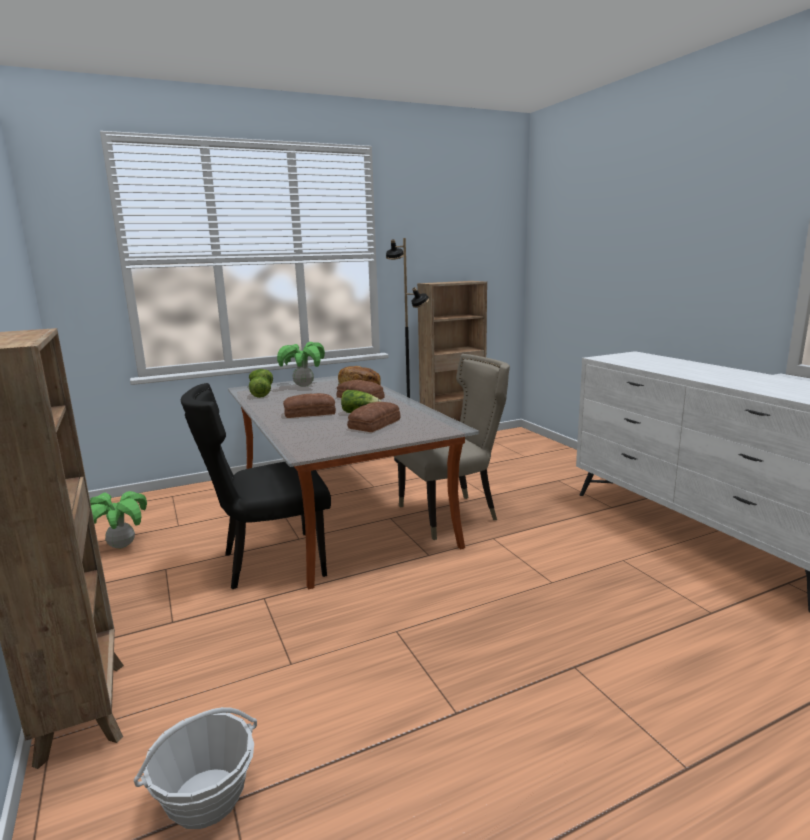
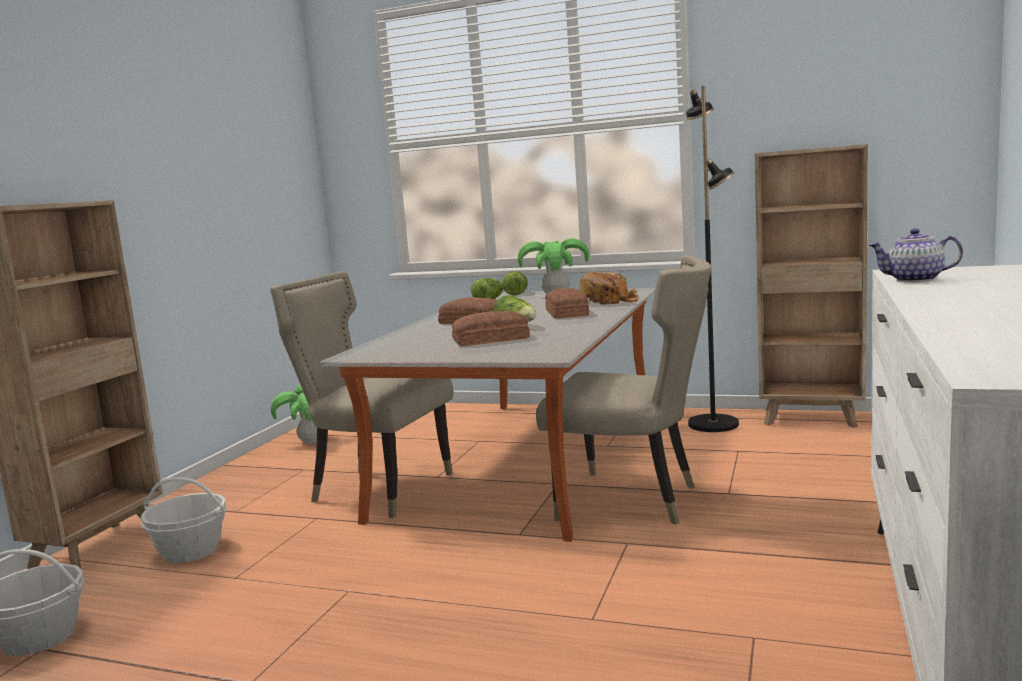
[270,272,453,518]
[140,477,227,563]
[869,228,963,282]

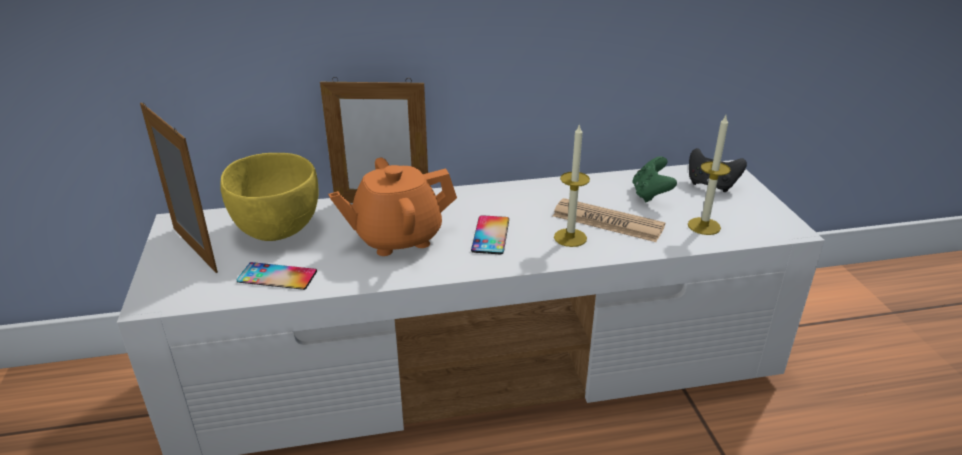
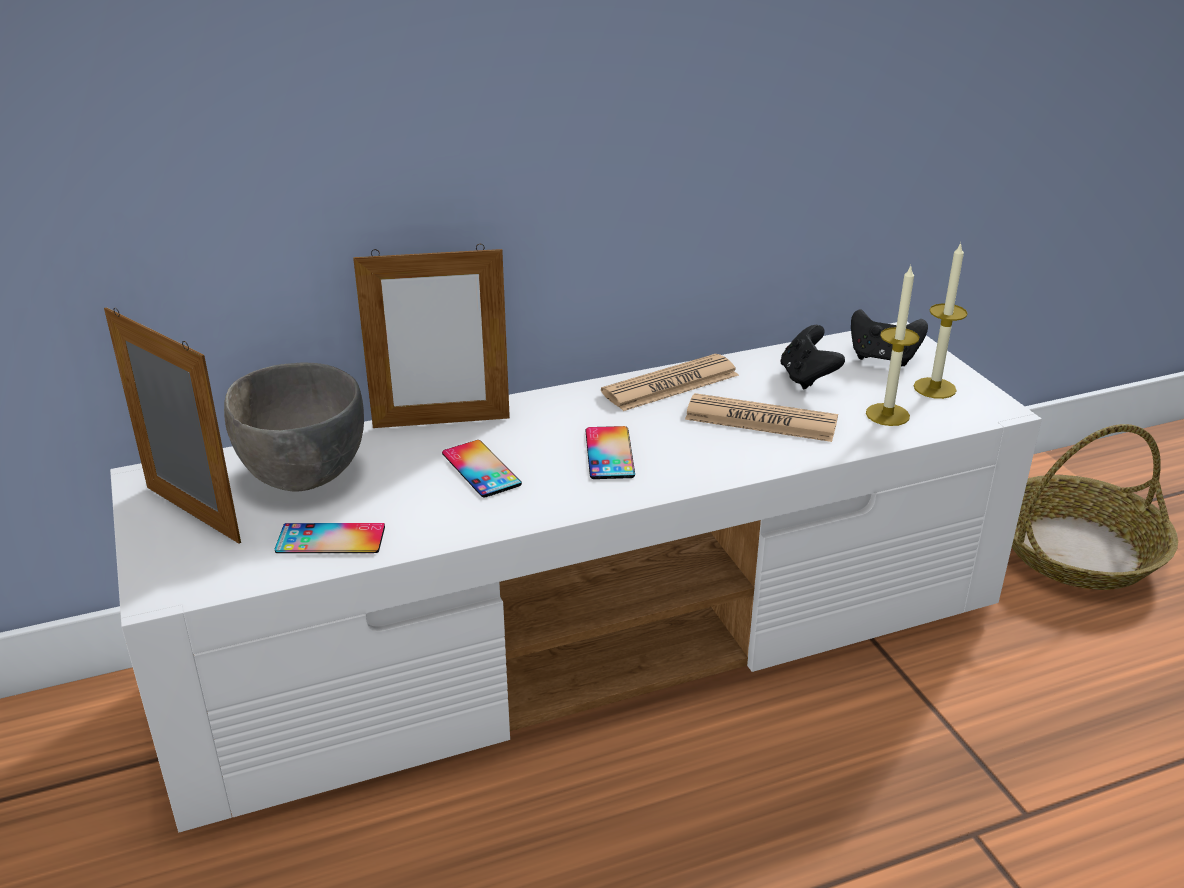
[224,363,364,492]
[442,440,522,498]
[914,242,968,399]
[781,325,845,389]
[601,354,739,411]
[1012,424,1178,590]

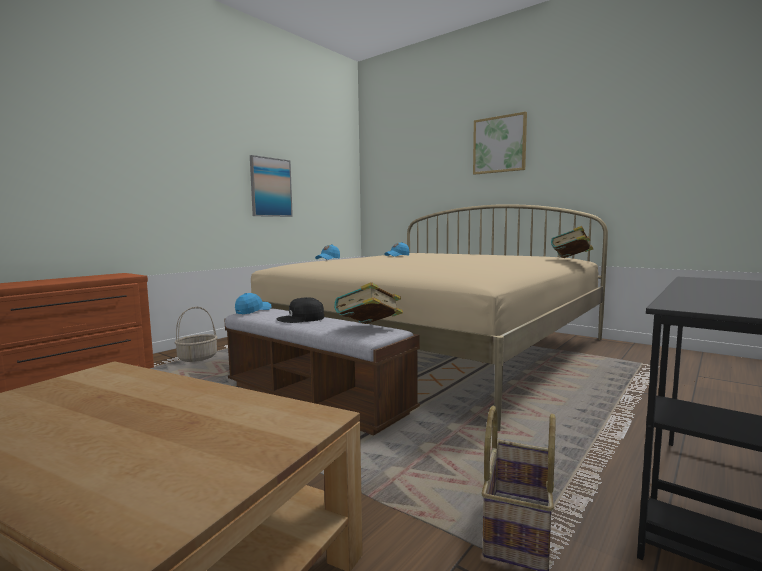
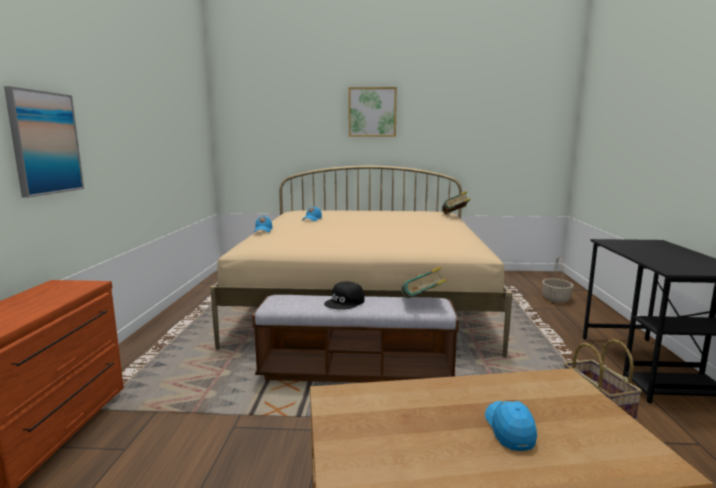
[542,257,574,303]
[485,400,537,451]
[4,86,84,198]

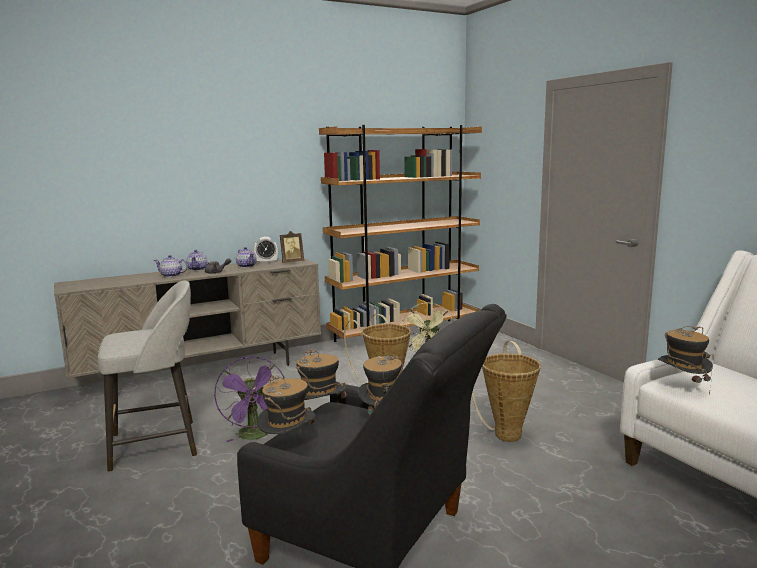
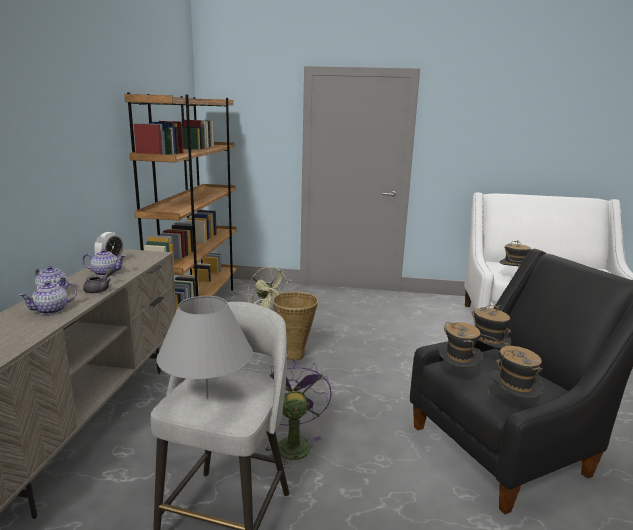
[264,359,332,468]
[280,231,304,263] (first image)
[472,341,541,442] (first image)
[157,296,253,399]

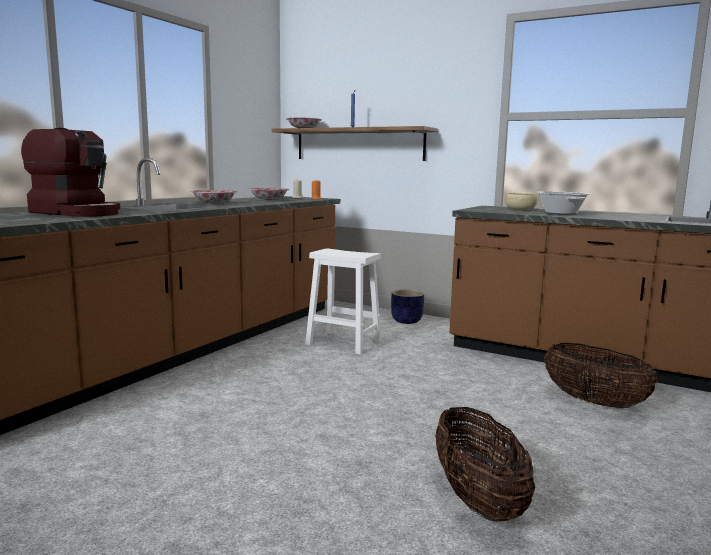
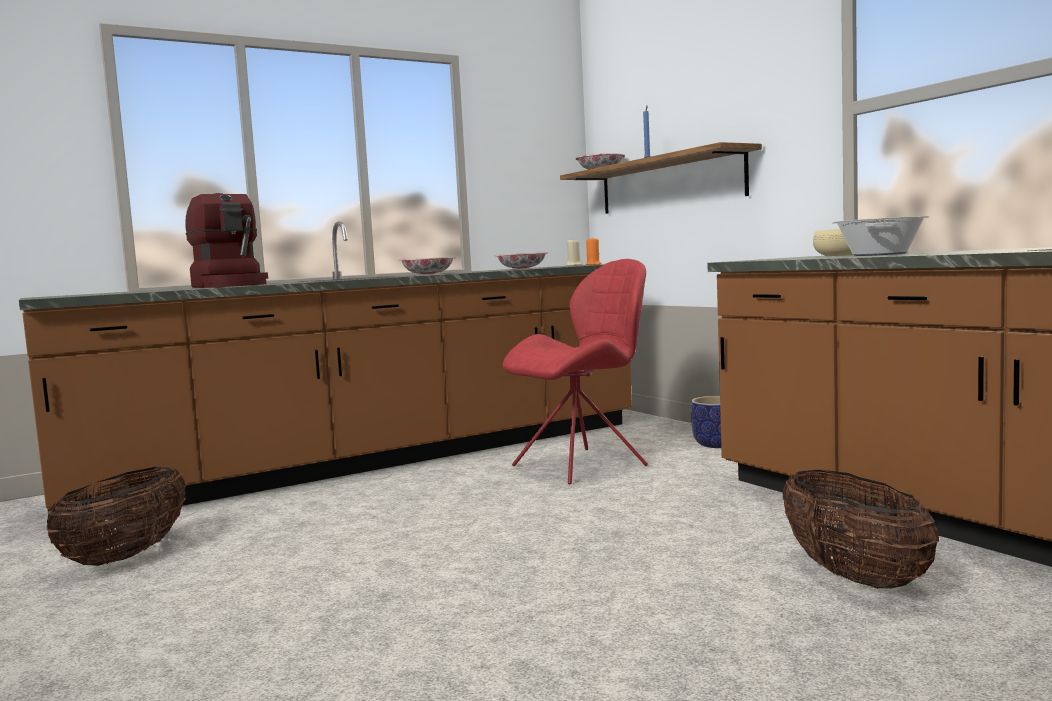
[503,259,648,485]
[46,467,186,566]

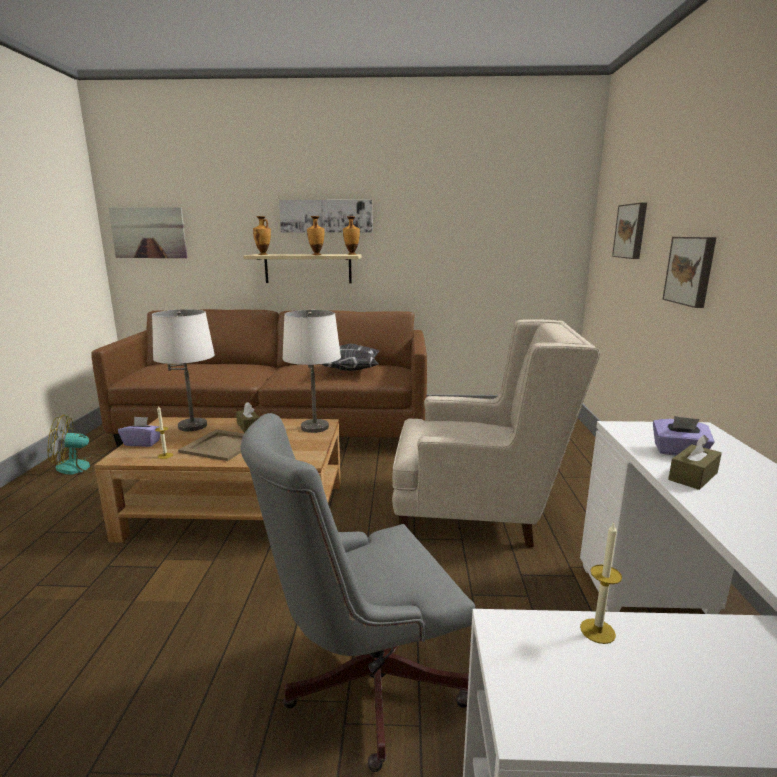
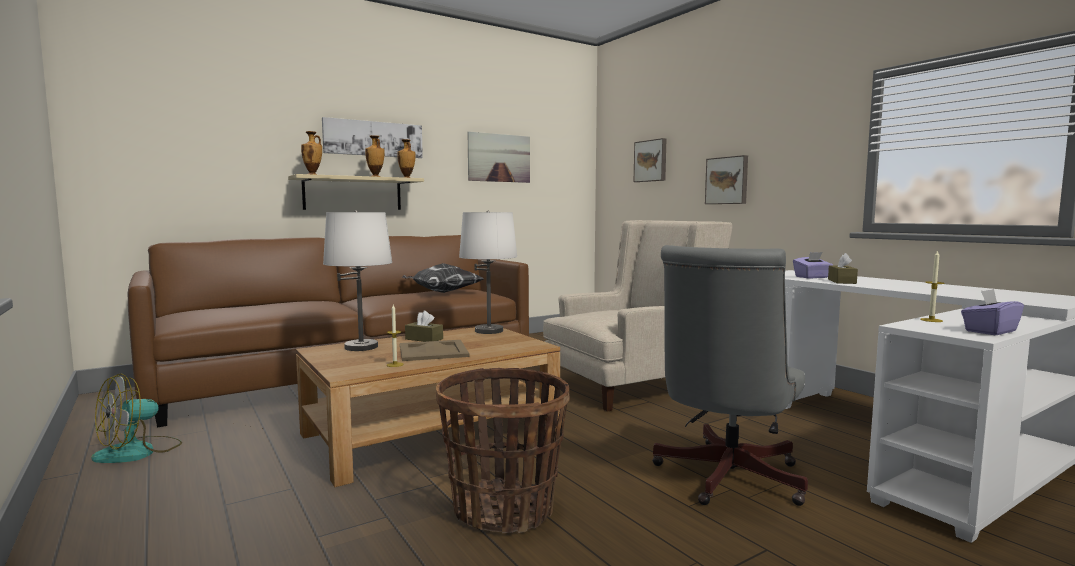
[468,132,530,183]
[961,289,1024,335]
[436,368,570,533]

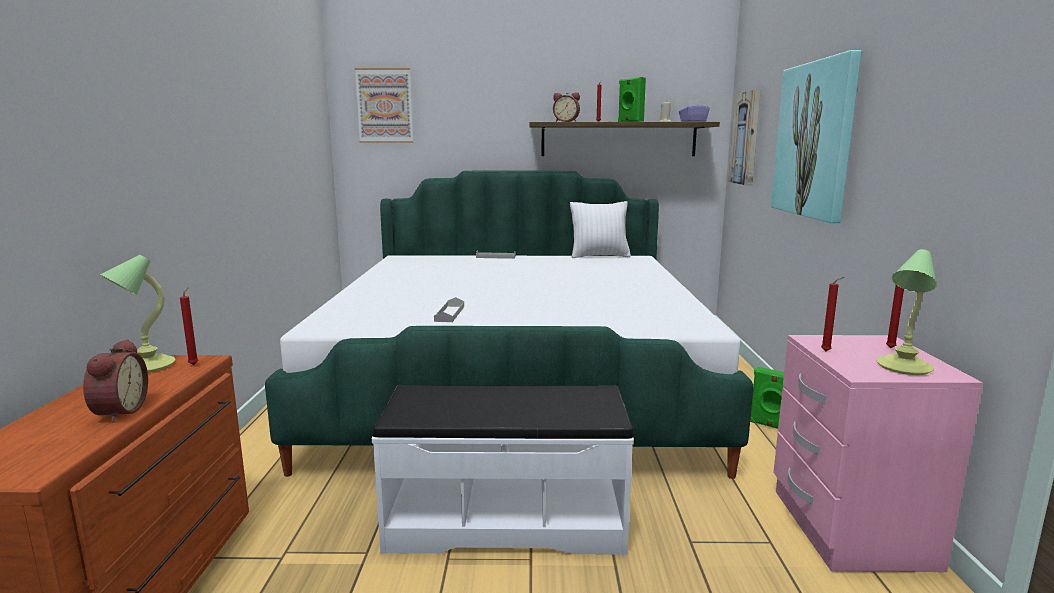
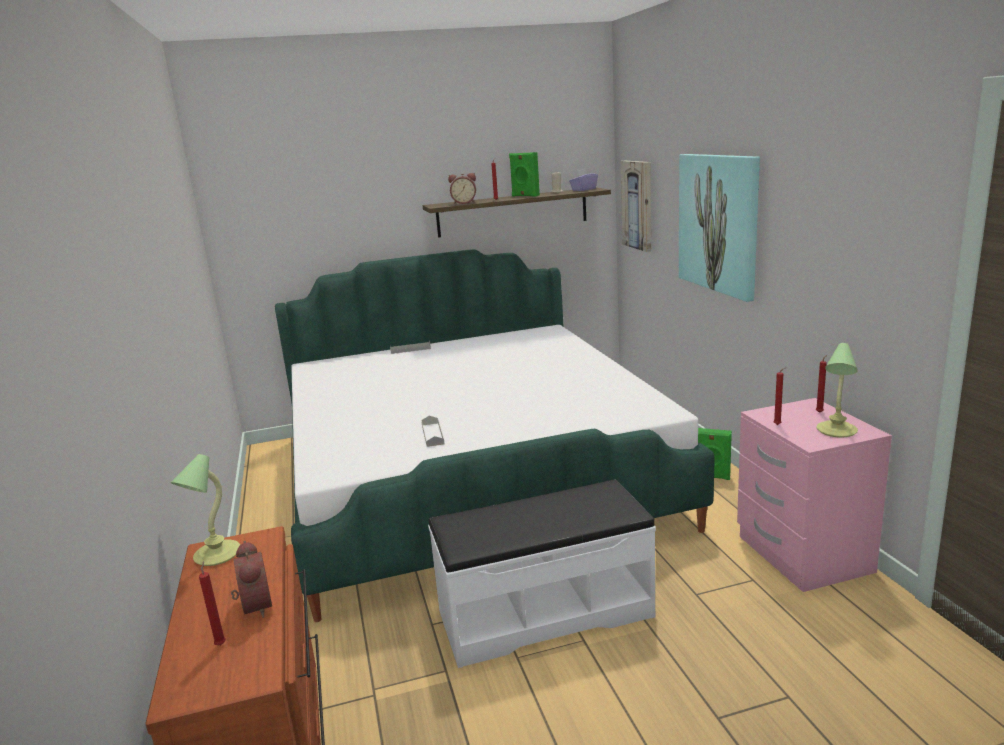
[199,561,226,645]
[355,68,413,143] (first image)
[570,201,631,258] (first image)

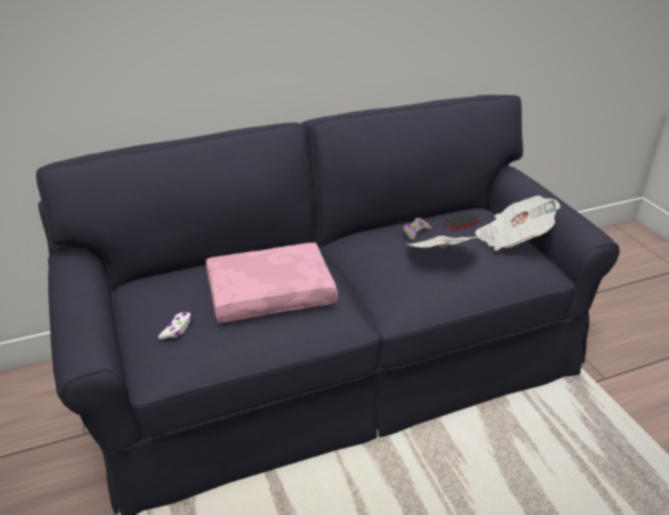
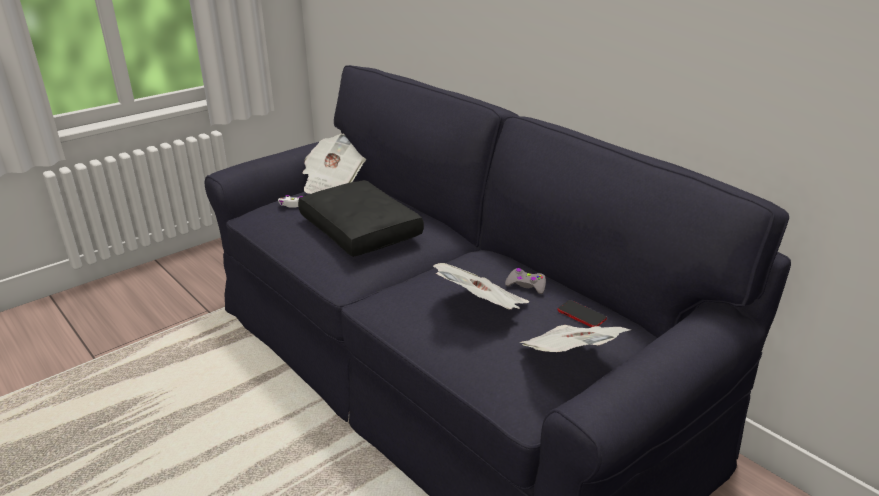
[298,180,424,257]
[302,133,366,194]

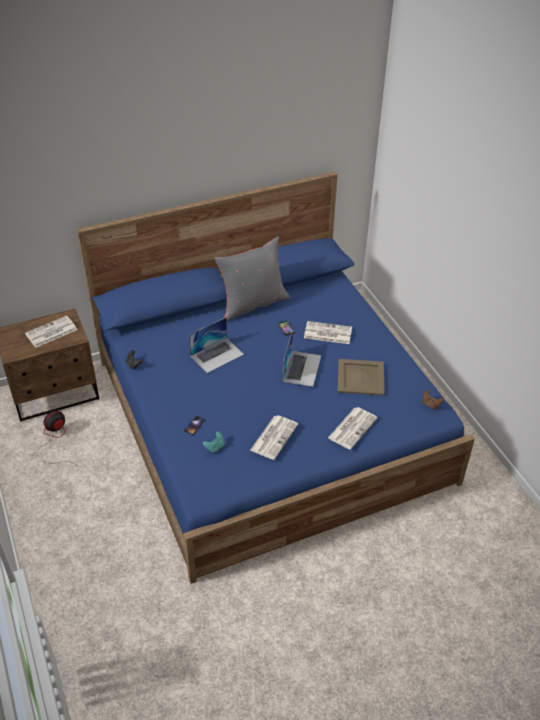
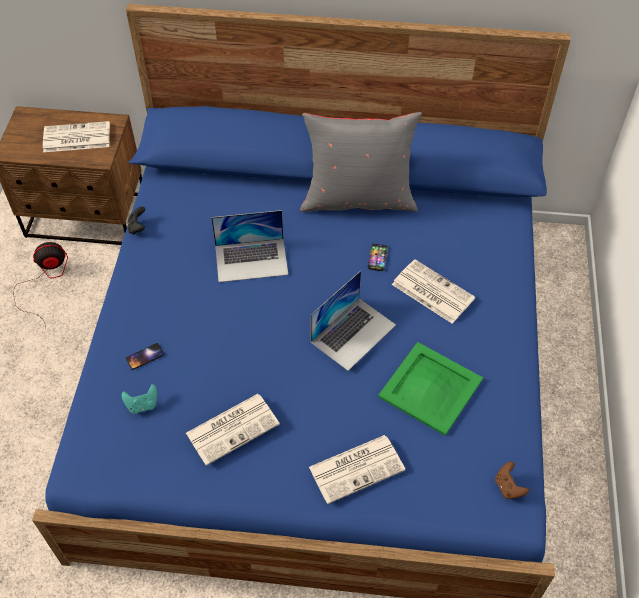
[378,342,483,435]

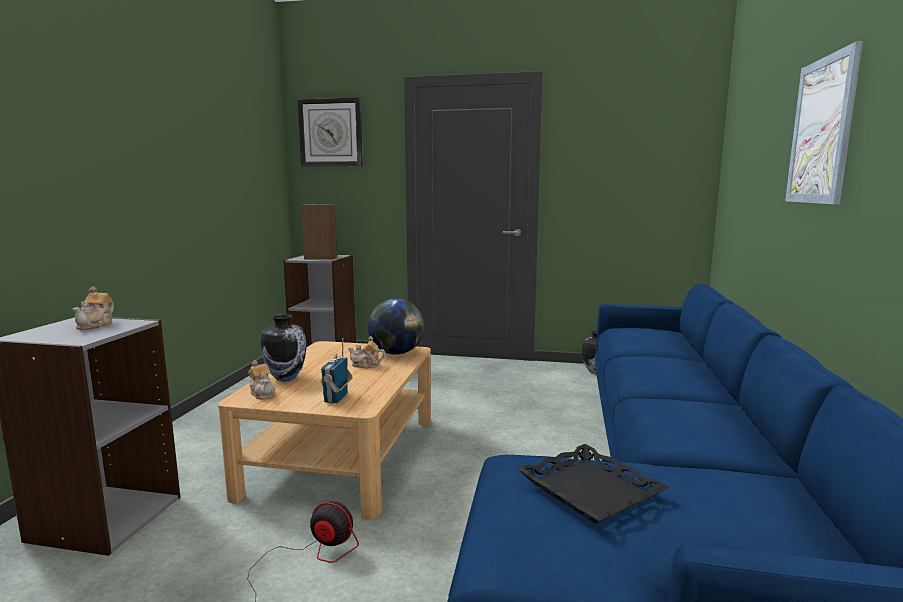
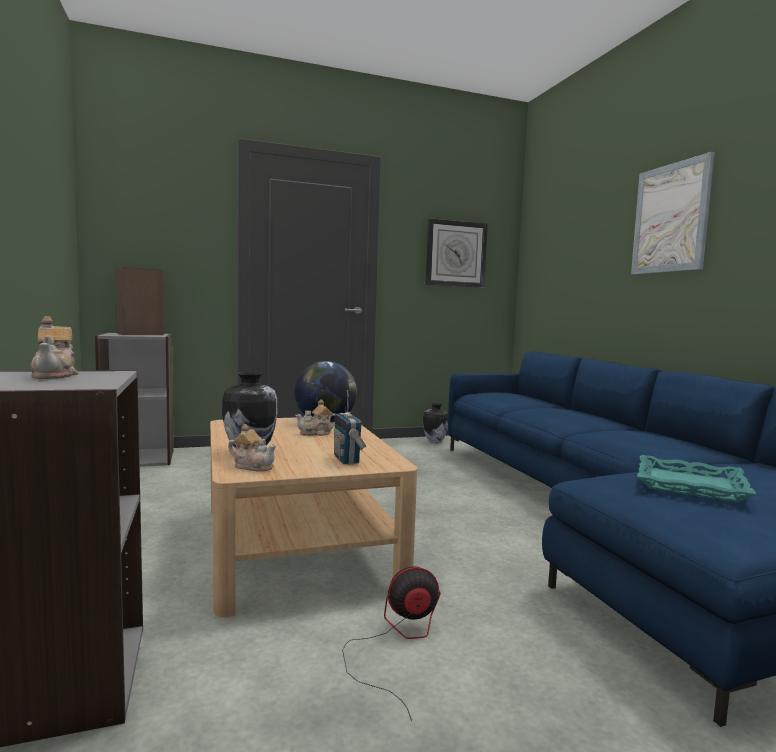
[426,218,488,288]
[637,455,756,502]

